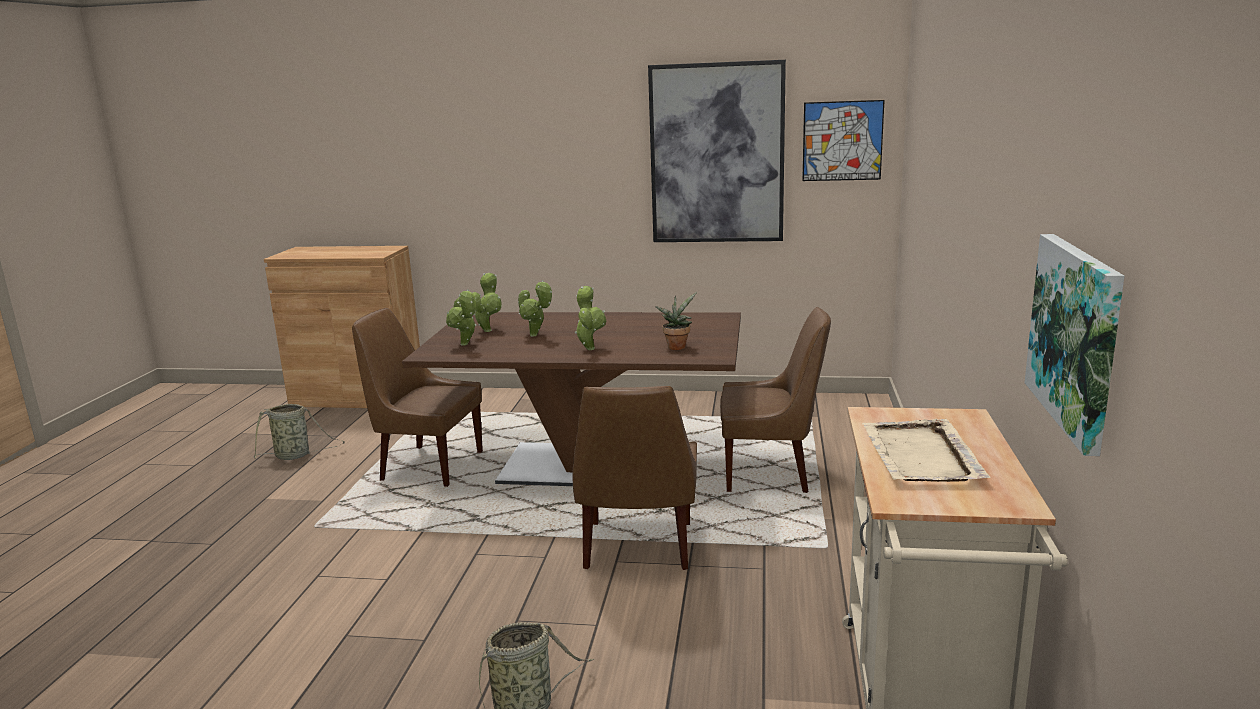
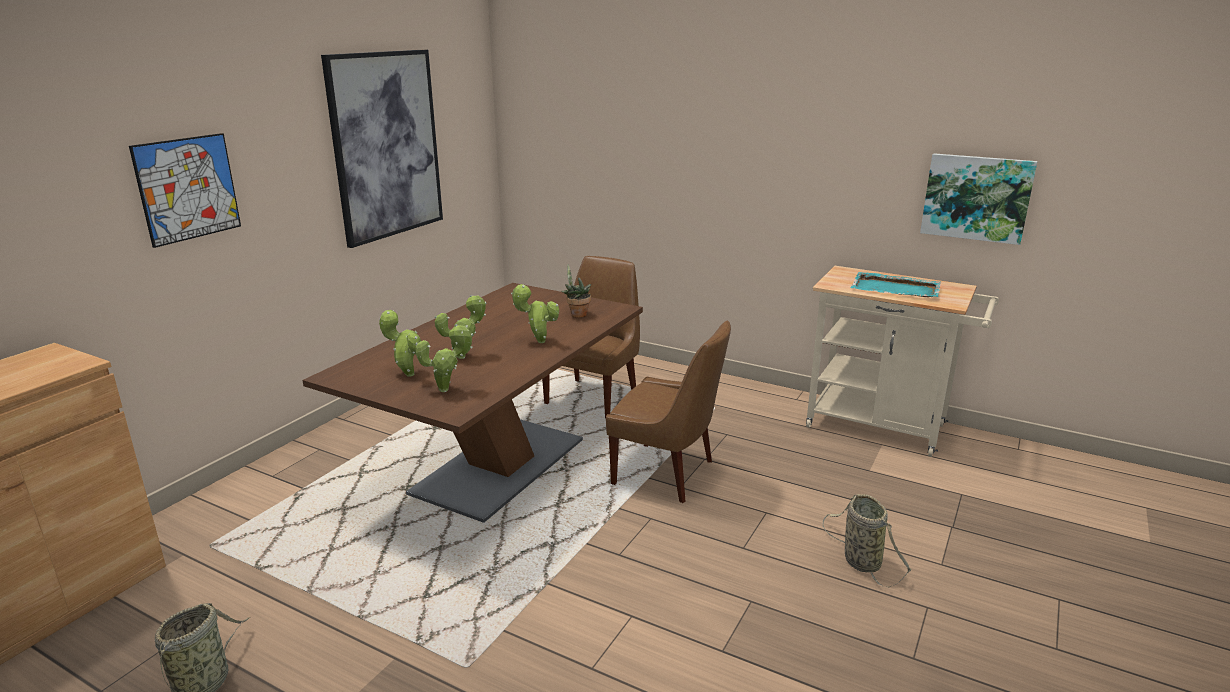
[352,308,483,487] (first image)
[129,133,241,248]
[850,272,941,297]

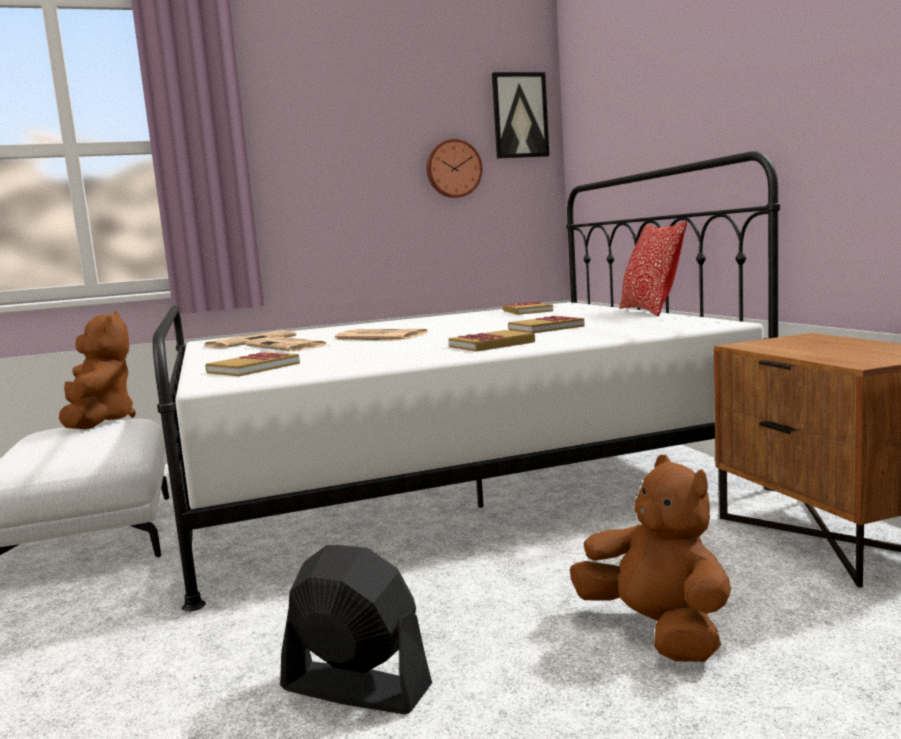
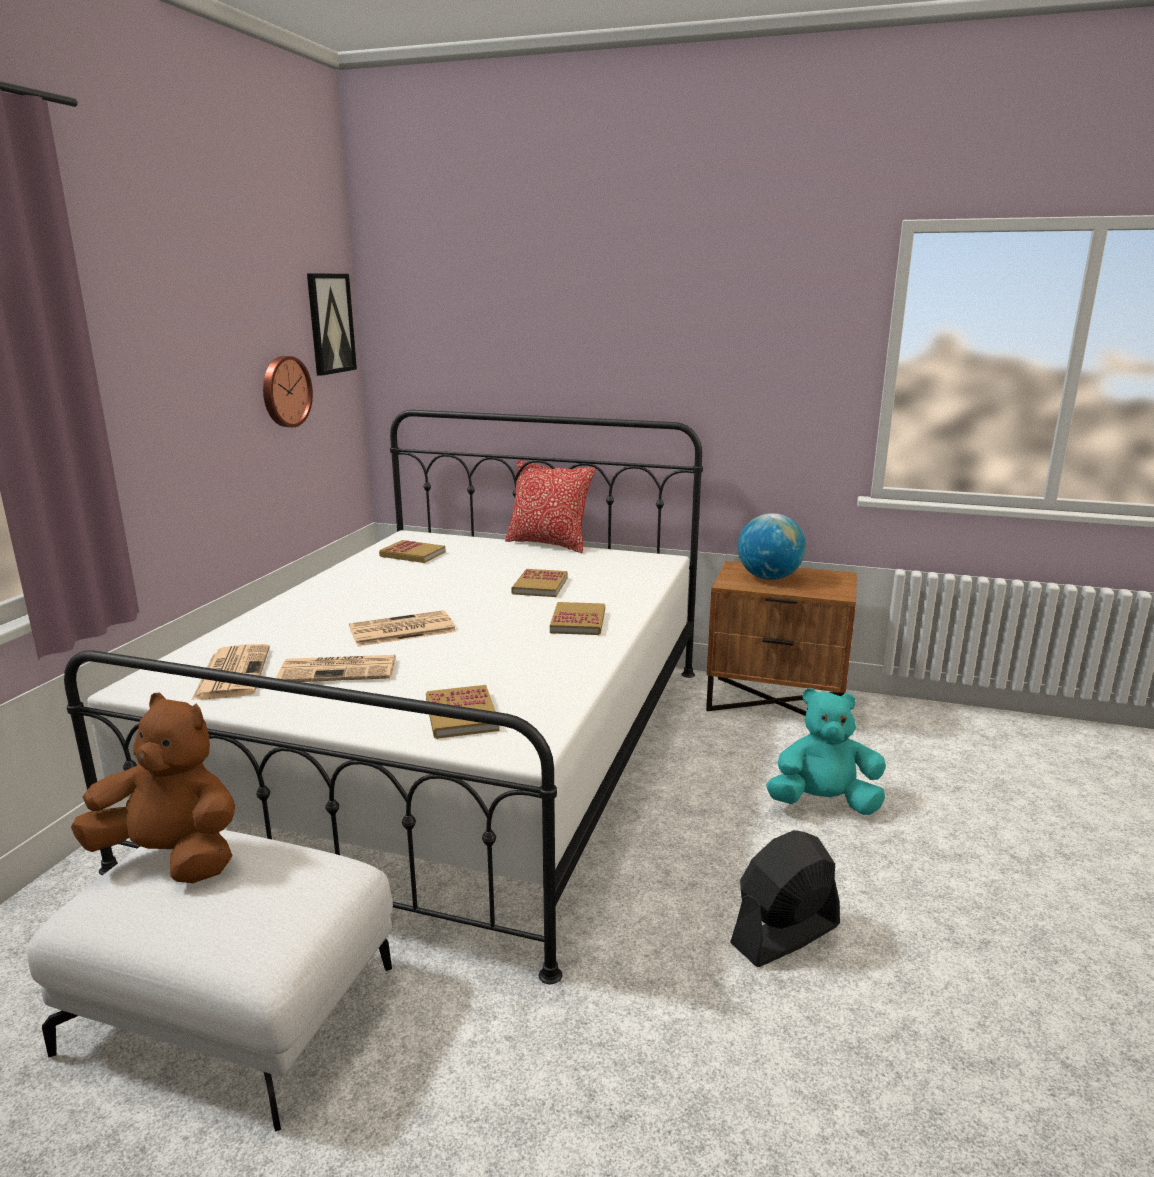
[766,688,886,815]
[738,513,806,580]

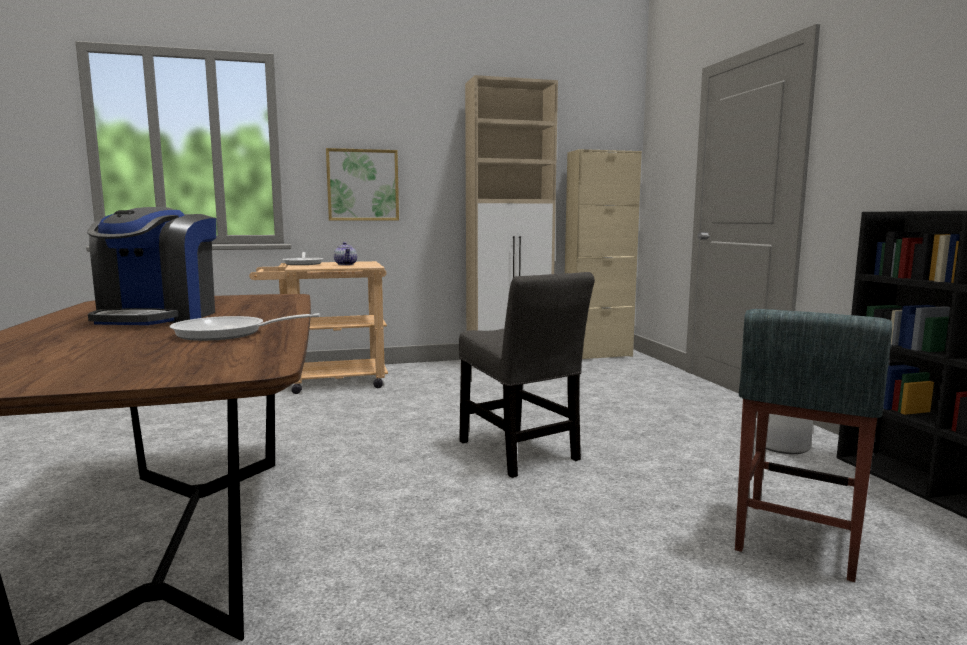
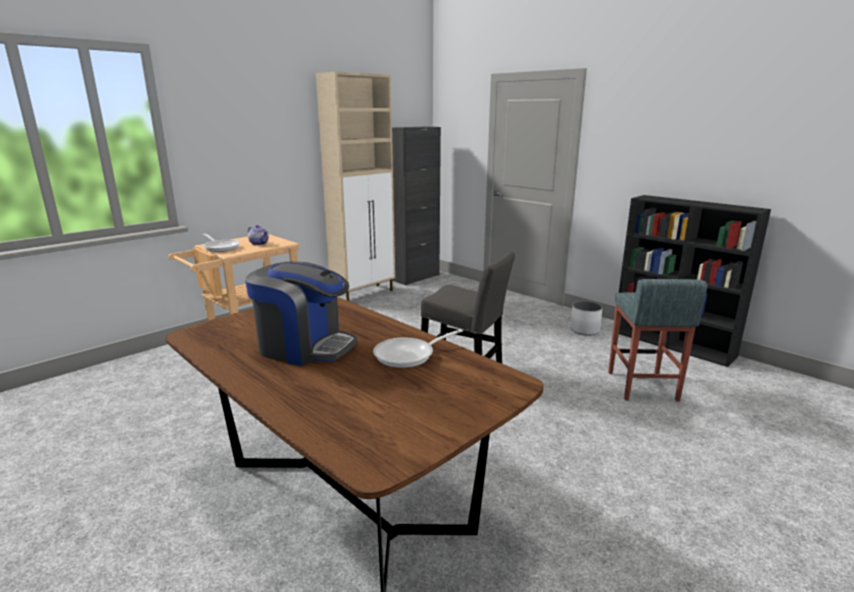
[245,261,357,366]
[326,148,399,221] (first image)
[392,127,441,285]

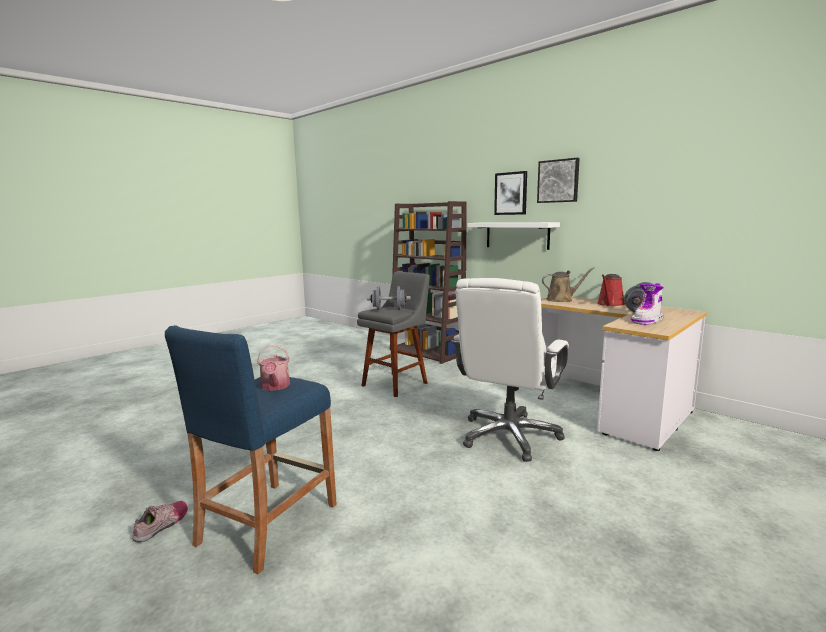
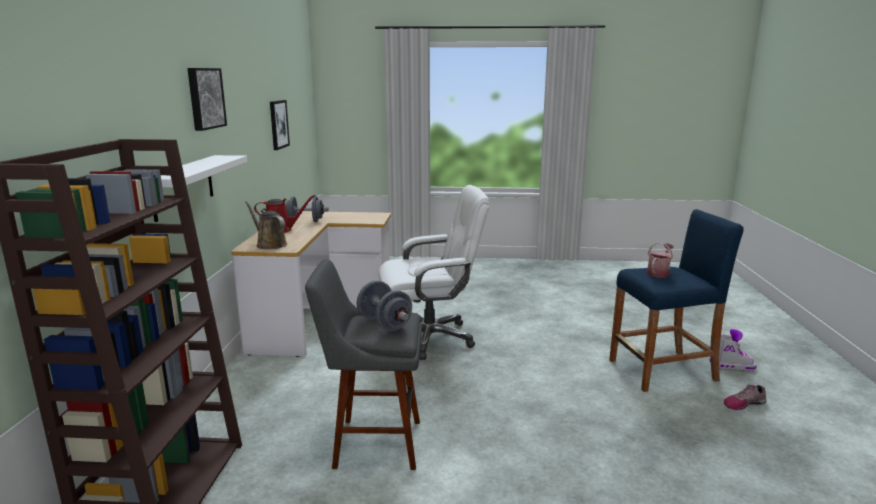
[270,100,290,150]
[710,329,757,371]

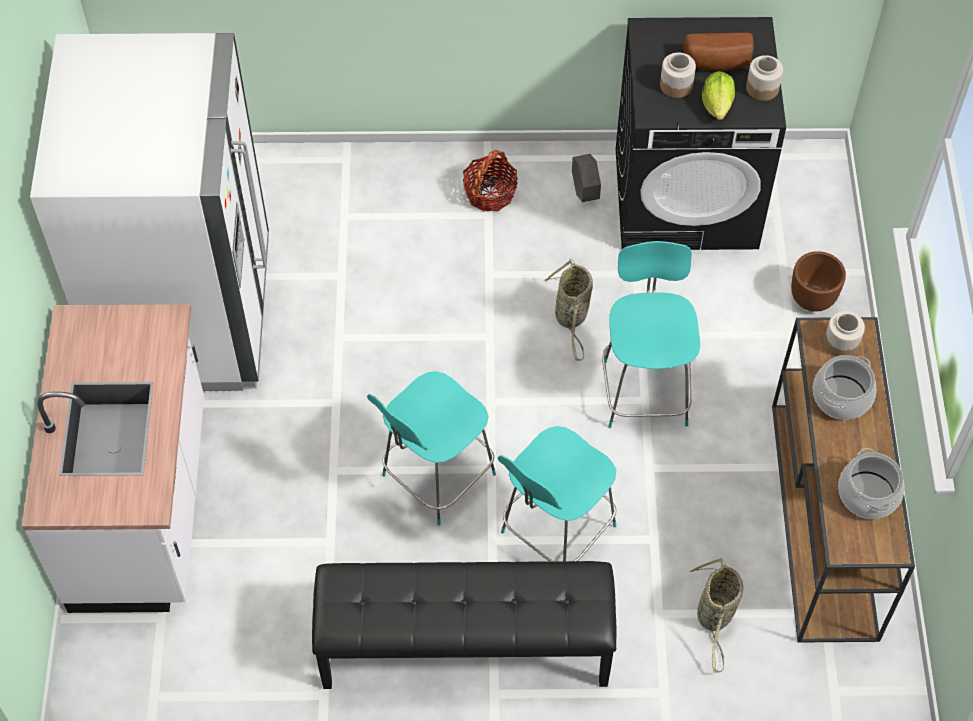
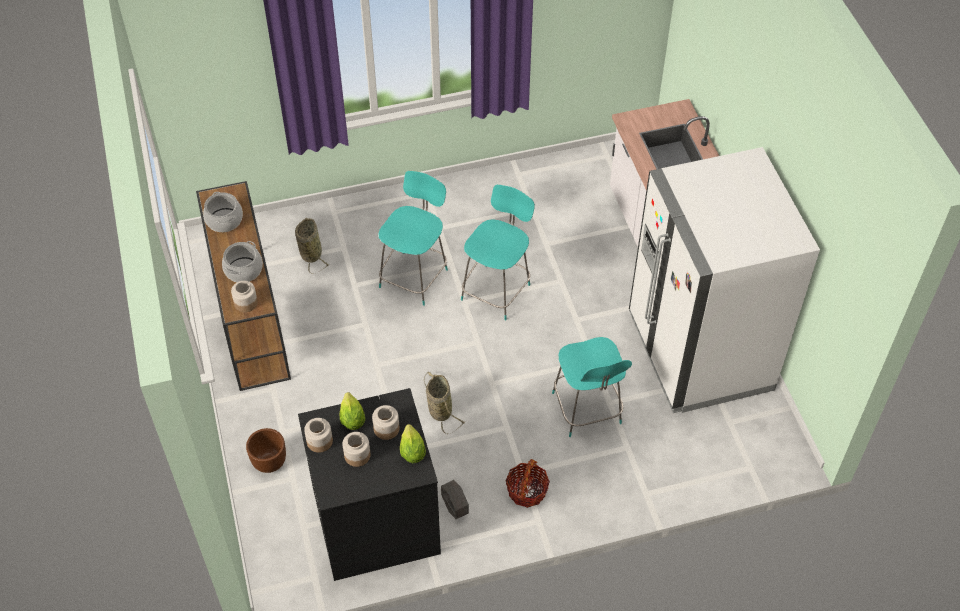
[312,561,617,689] (first image)
[552,337,632,437]
[342,432,371,467]
[400,424,426,463]

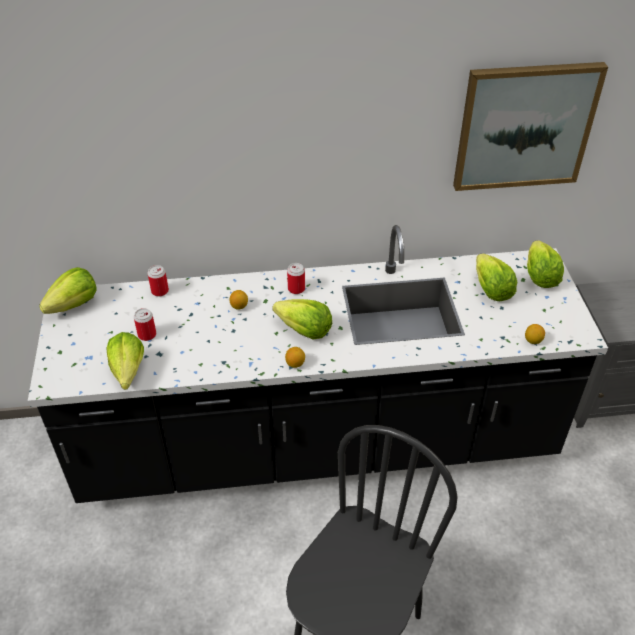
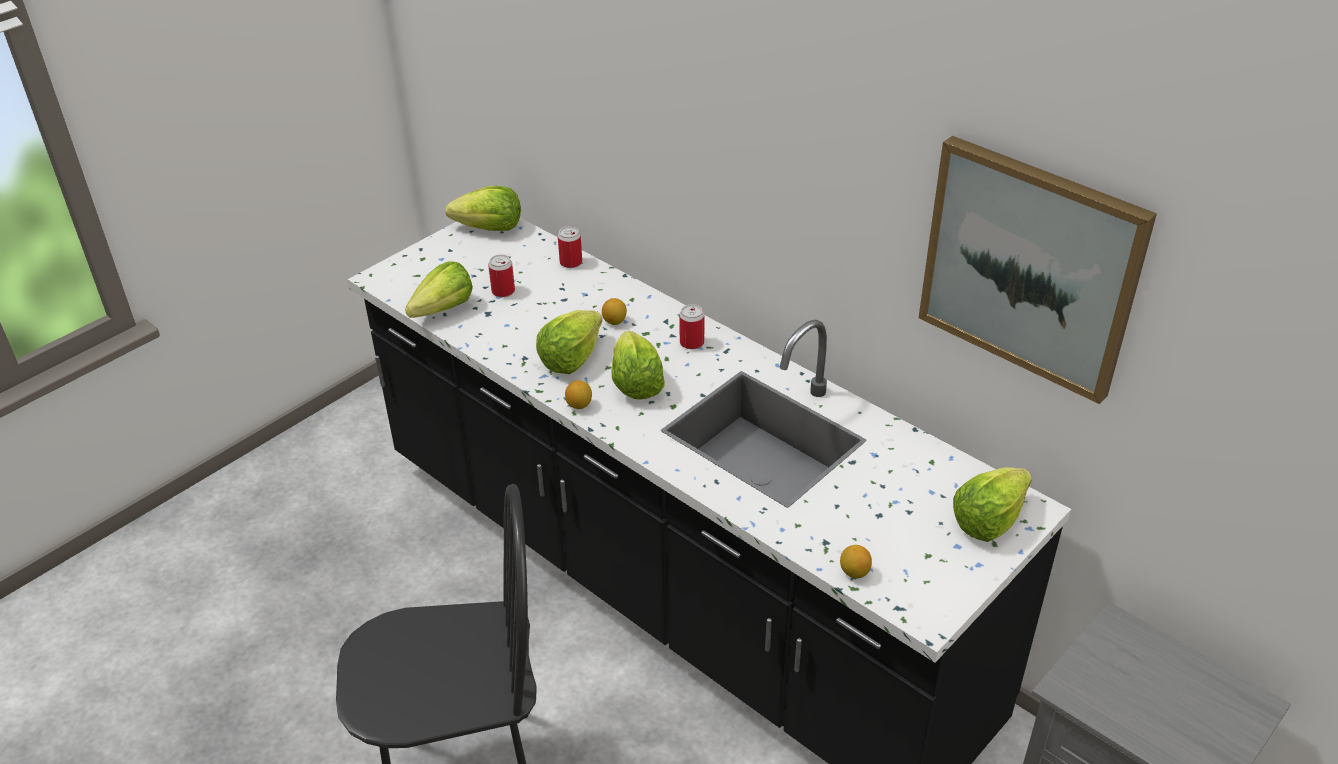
[536,310,602,374]

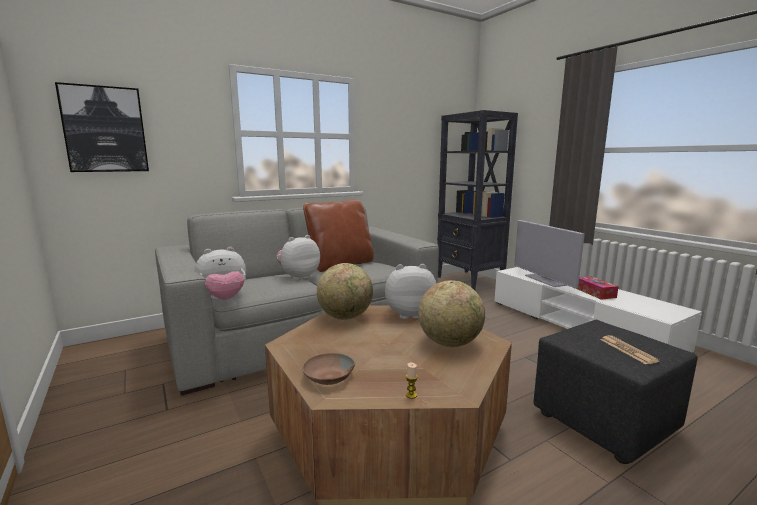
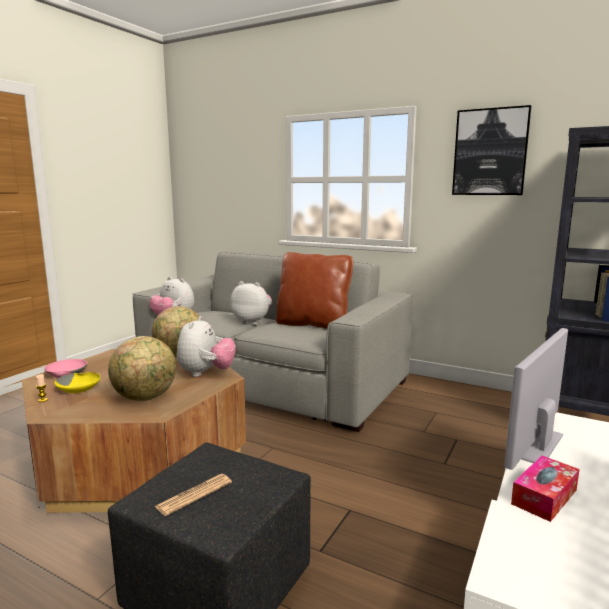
[452,105,531,195]
[44,359,87,378]
[177,316,236,377]
[54,372,101,393]

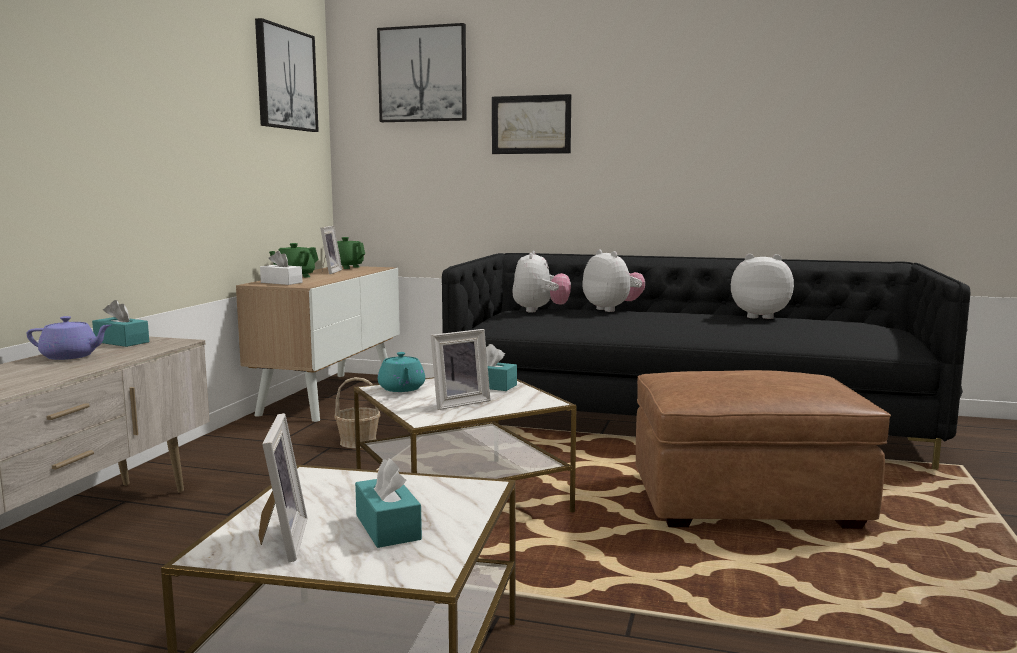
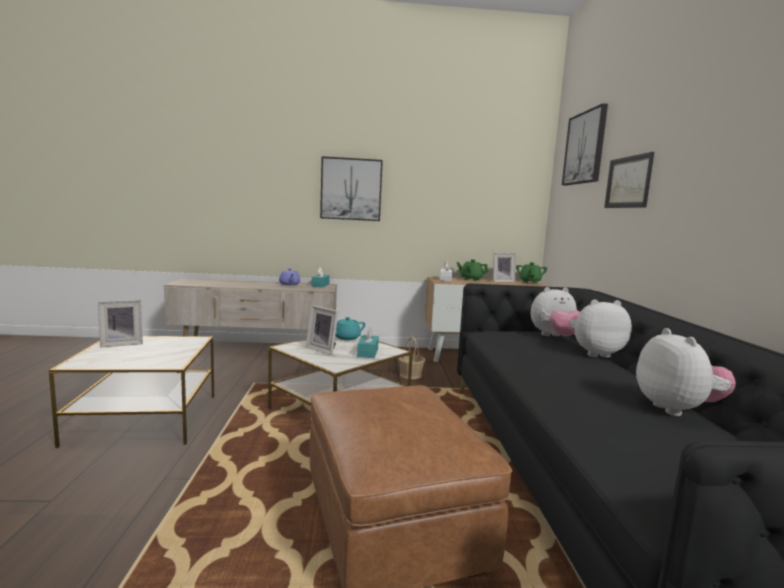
[320,156,383,221]
[355,458,422,548] (first image)
[569,299,632,358]

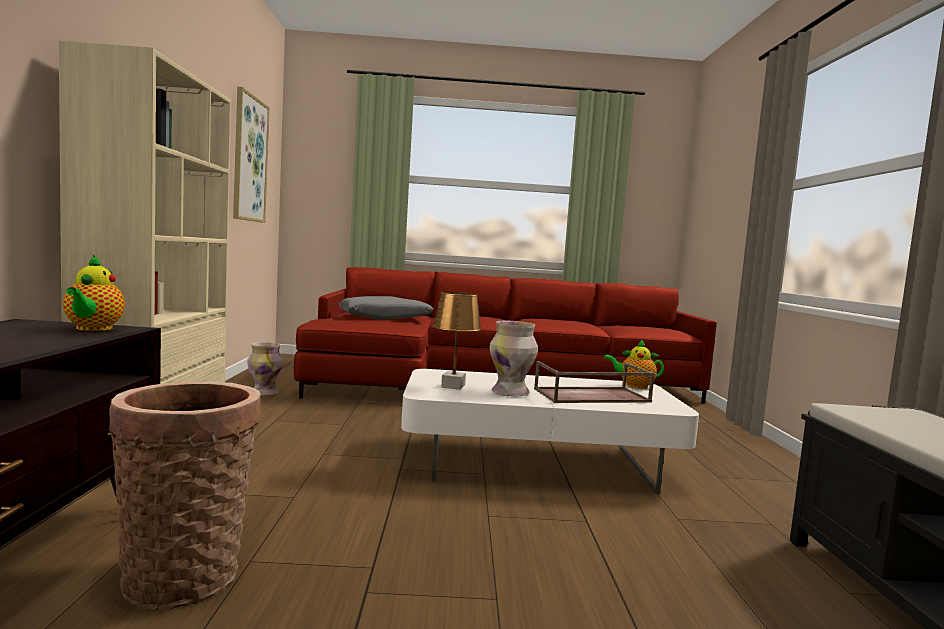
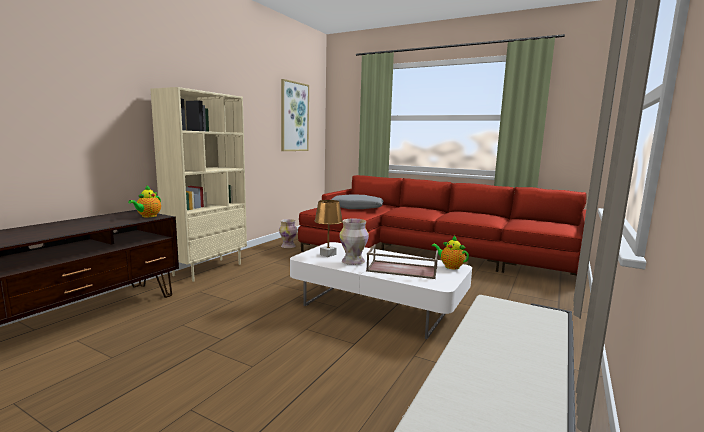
[109,382,261,610] (first image)

